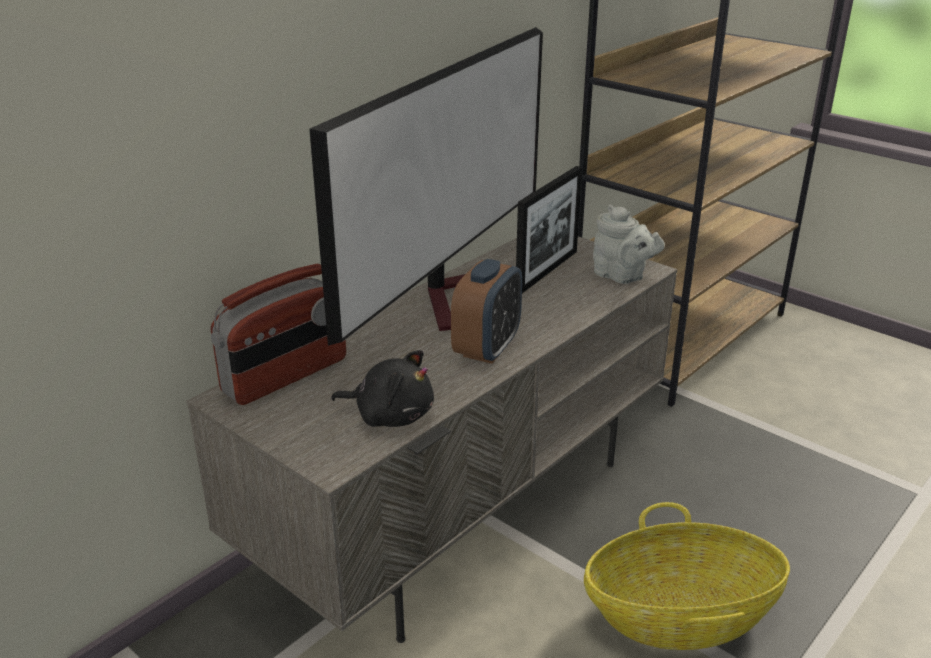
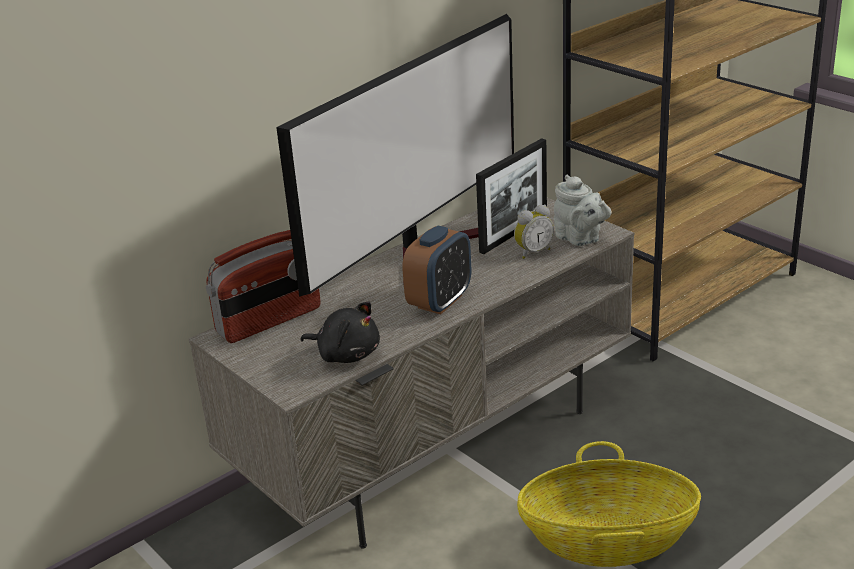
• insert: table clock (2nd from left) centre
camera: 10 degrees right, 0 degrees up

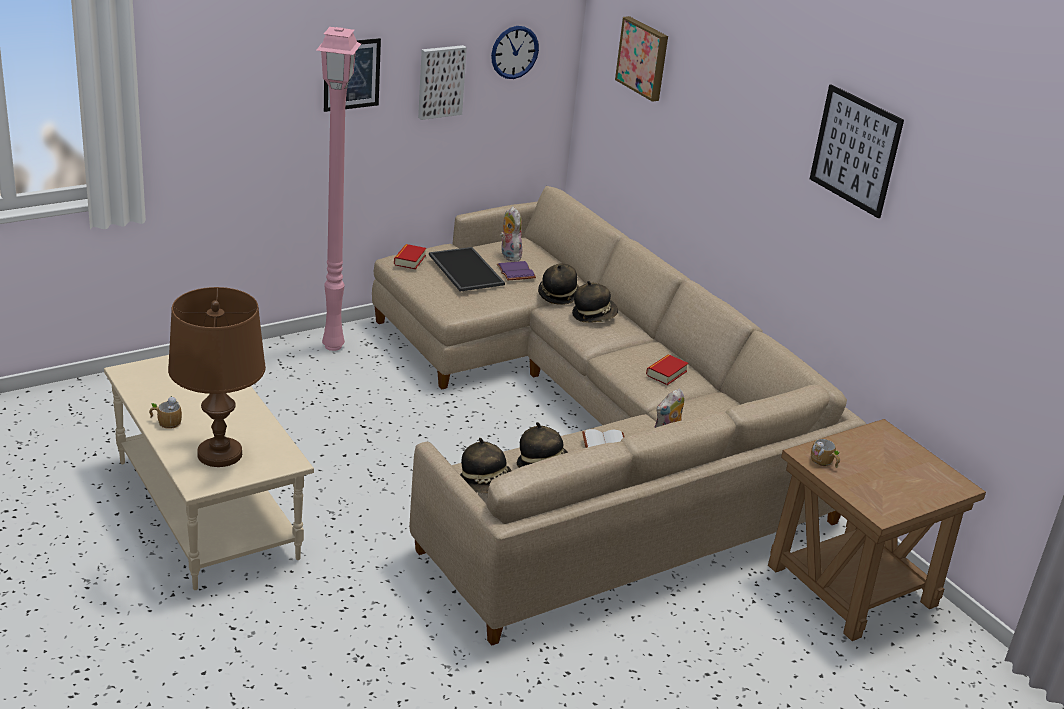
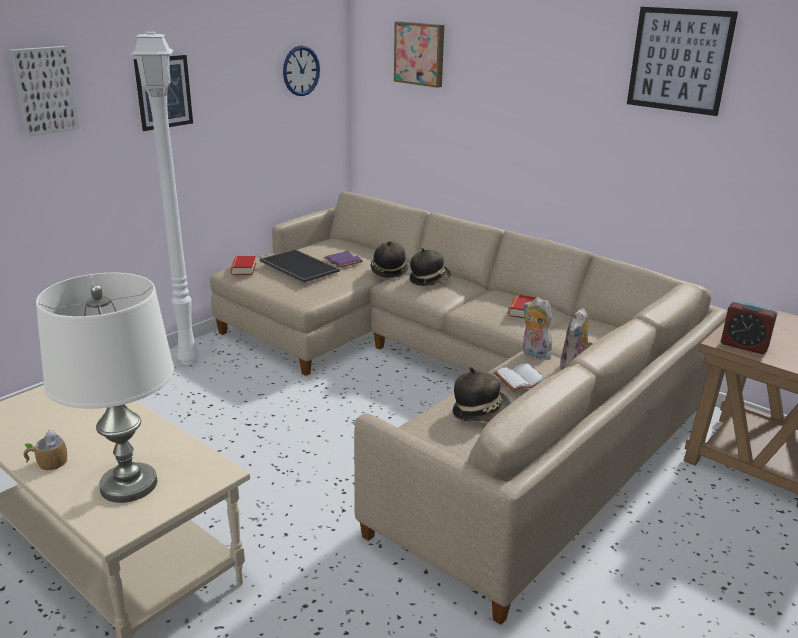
• recolor: table lamp in brown middle left to table lamp in whitish middle left
• recolor: standing lamp in pink top left to standing lamp in whitish top left
• move: picture (2nd from left in the first image) top centre to picture (1st from left) top left
• delete: clothing hat (1st from left) centre
• move: plush toy (1st from left) top centre to middle right
• replace: tea mug (2nd from left) middle right to table clock middle right
camera: 15 degrees left, 5 degrees down

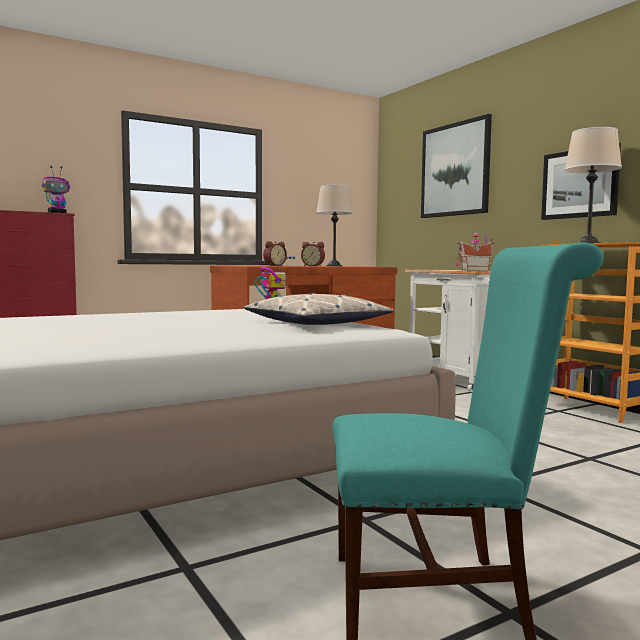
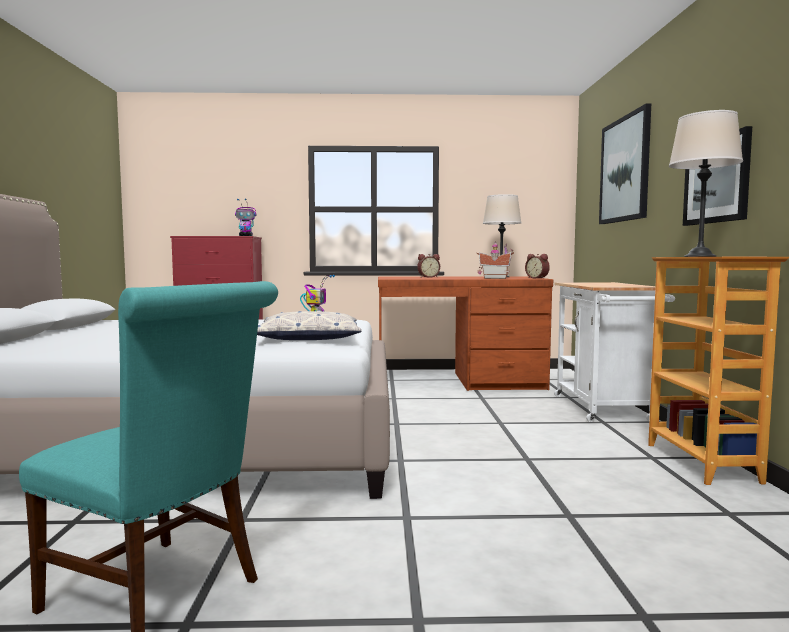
• move: table clock (2nd from left) centre to middle right
• move: toy house middle right to centre
camera: 30 degrees right, 0 degrees up

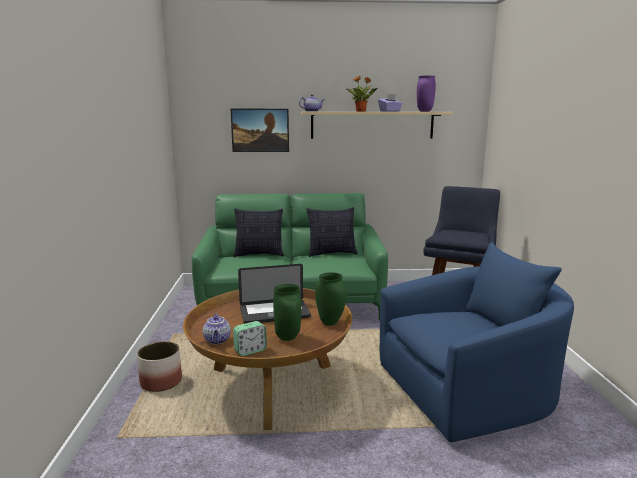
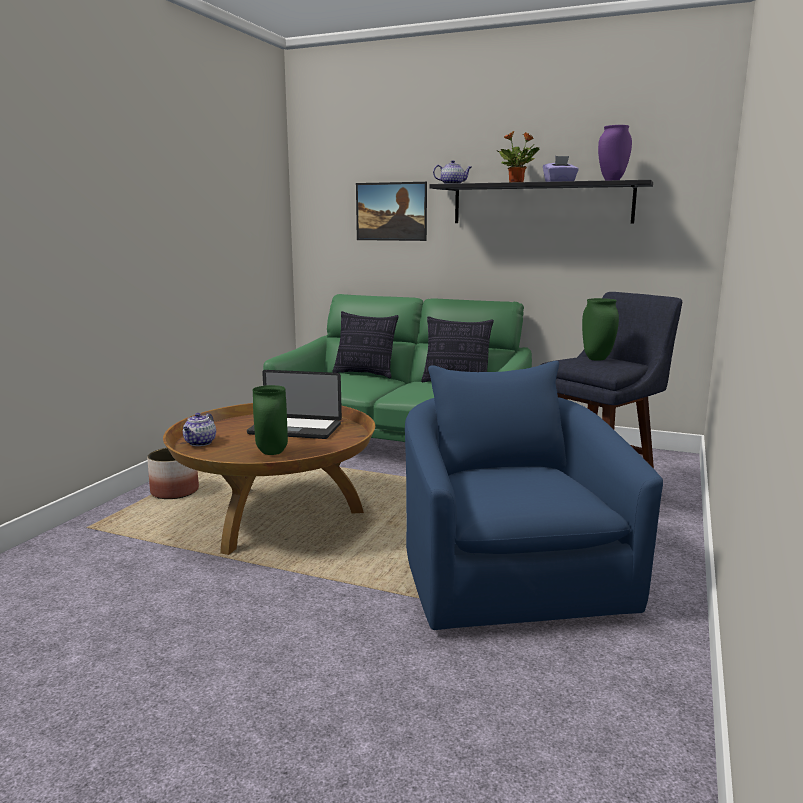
• delete: table clock bottom centre
• recolor: shelf in beige-coloured top centre to shelf in blackish top right
• move: decorative vase in green-coloured (2nd from left) centre to middle right
• rotate: easy chair in bluish bottom right = centre 105 degrees counterclockwise
camera: 25 degrees right, 0 degrees up

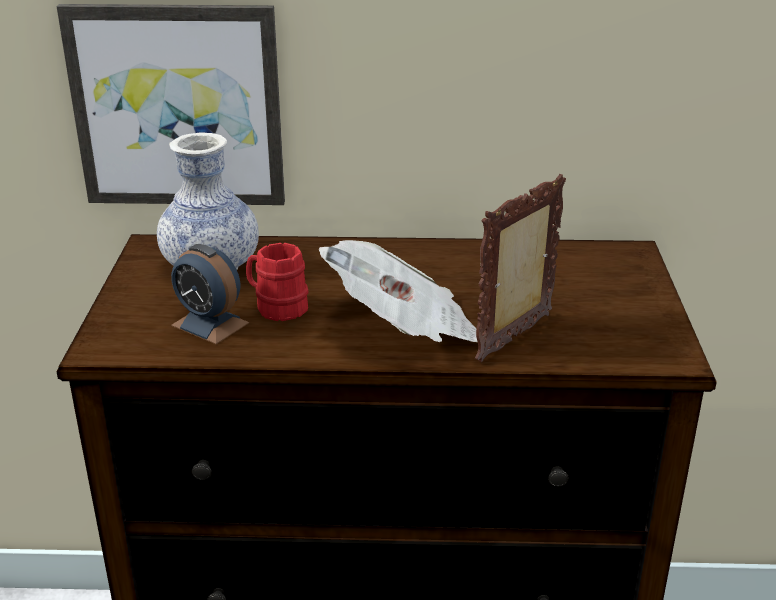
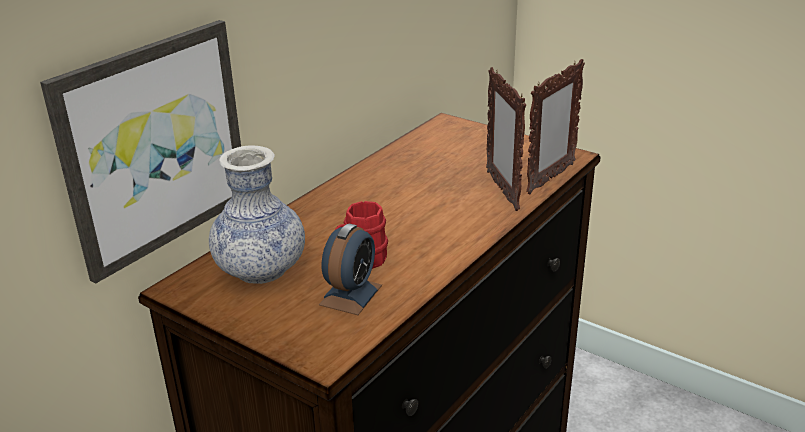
• rotate: table clock middle left = centre 45 degrees counterclockwise
• delete: newspaper centre
• insert: photo frame (2nd from left) top right
camera: 55 degrees left, 0 degrees up

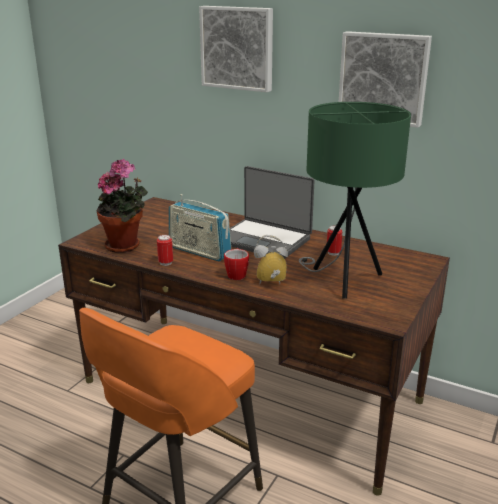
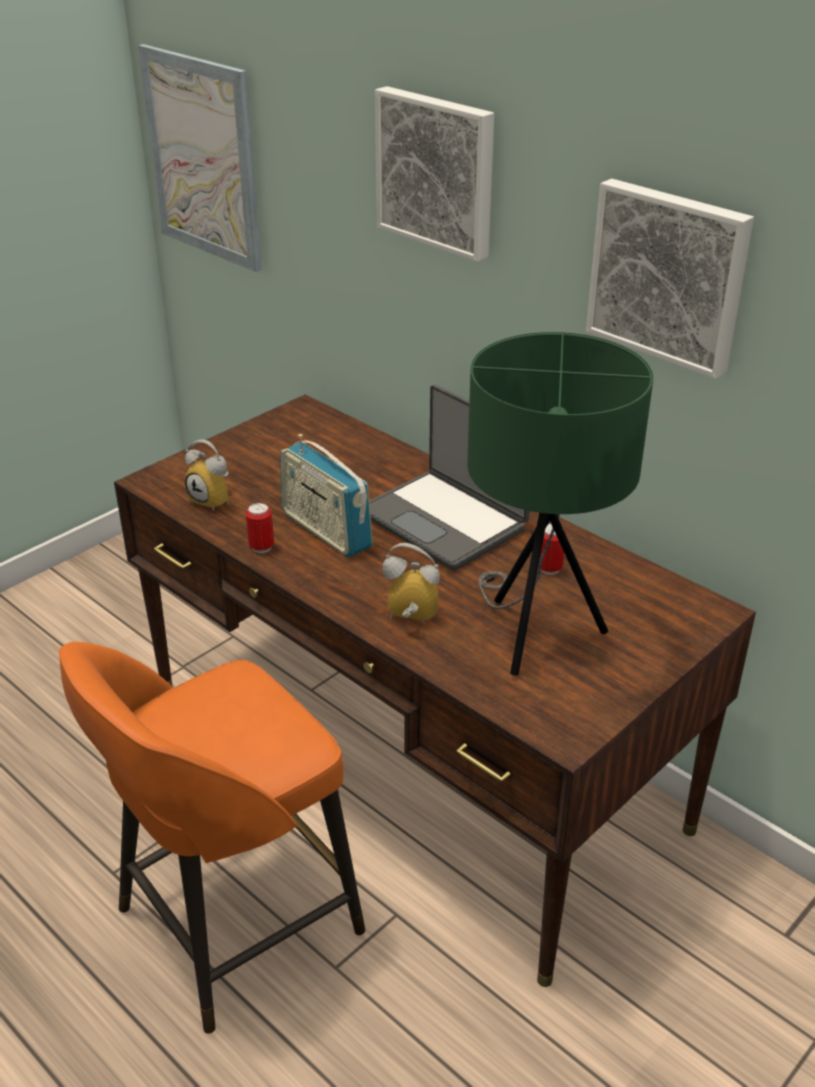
• replace: potted plant middle left to table clock (1st from left) middle left
• delete: tea mug centre
• insert: picture (1st from left) top left
camera: 15 degrees right, 10 degrees up

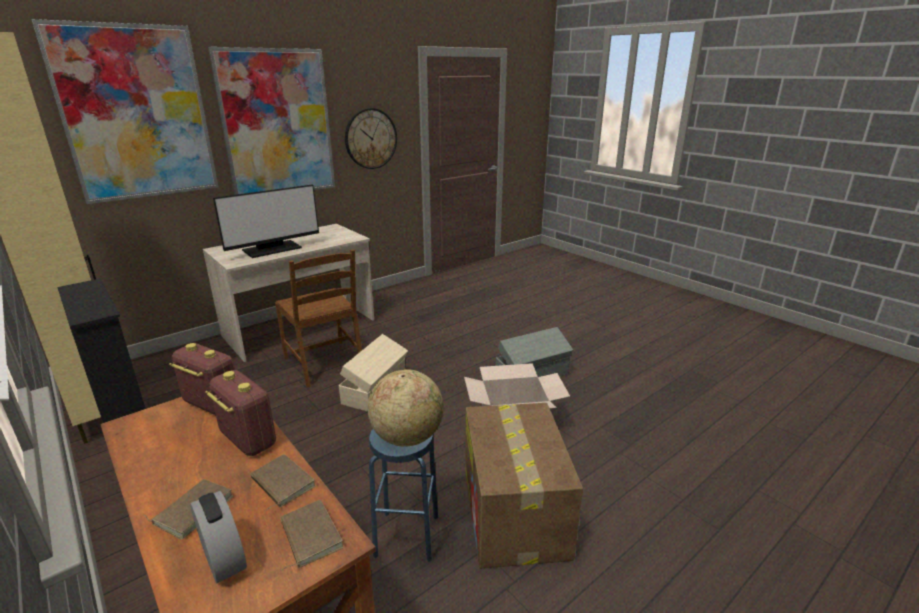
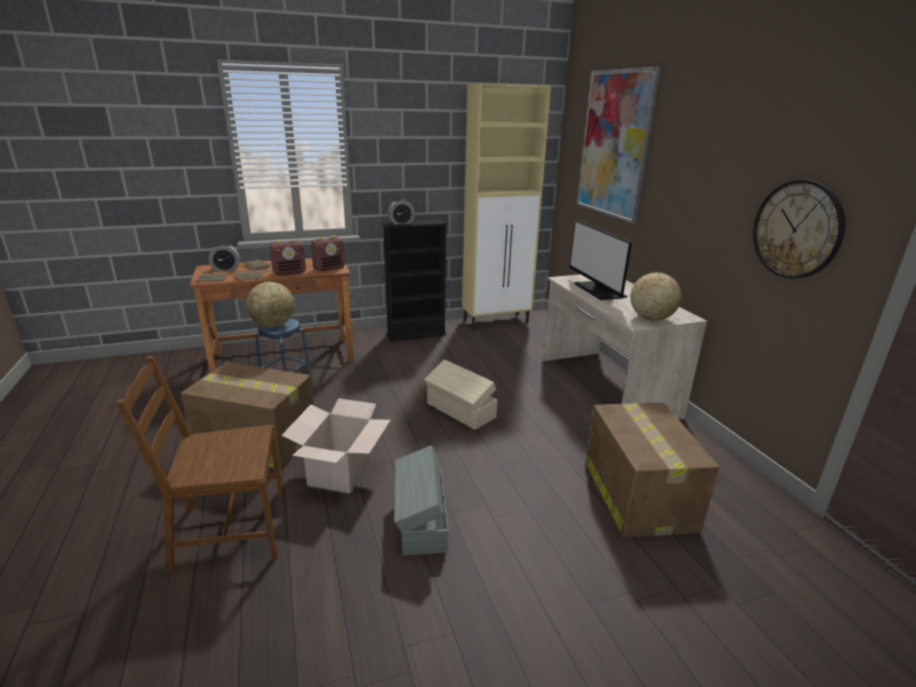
• delete: picture (2nd from left) top left
• move: plain chair in brown centre to bottom left
• insert: table clock (2nd from left) top centre
• insert: cardboard box (3rd from left) bottom right
• insert: globe (2nd from left) middle right
camera: 110 degrees right, 0 degrees up

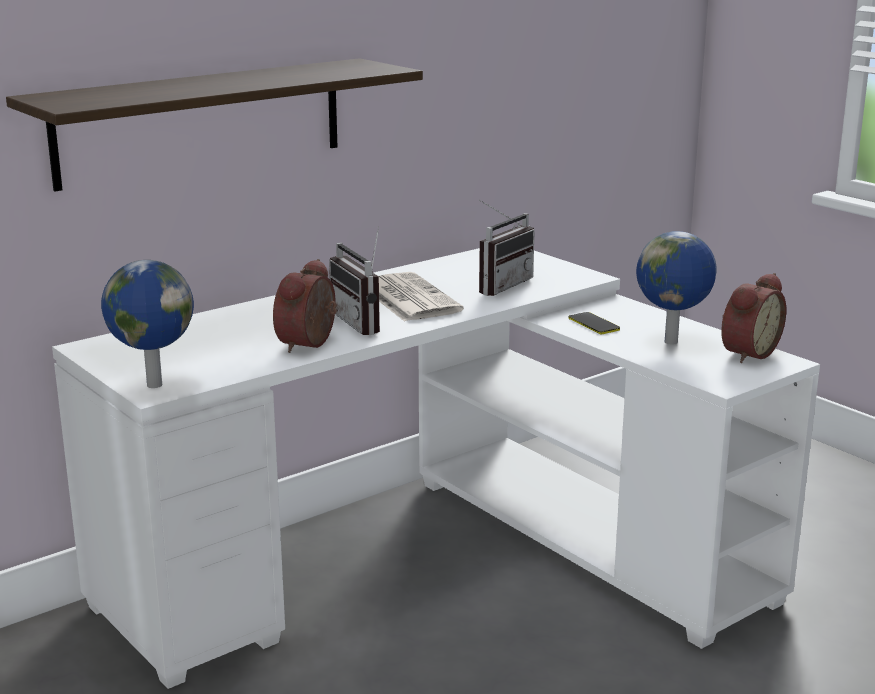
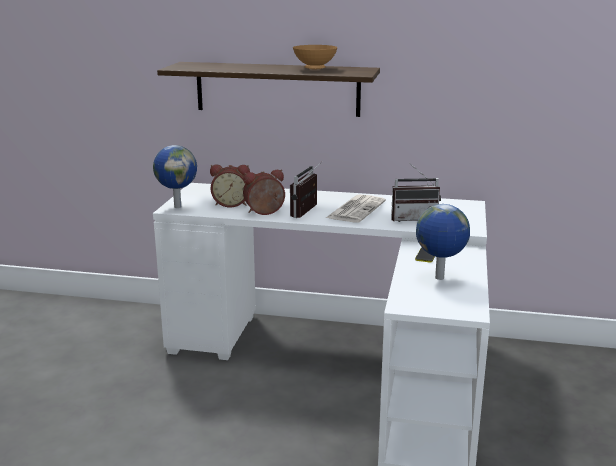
• move: table clock (2nd from left in the first image) middle right to table clock (1st from left) centre
• insert: bowl in brown top centre
camera: 50 degrees right, 0 degrees up

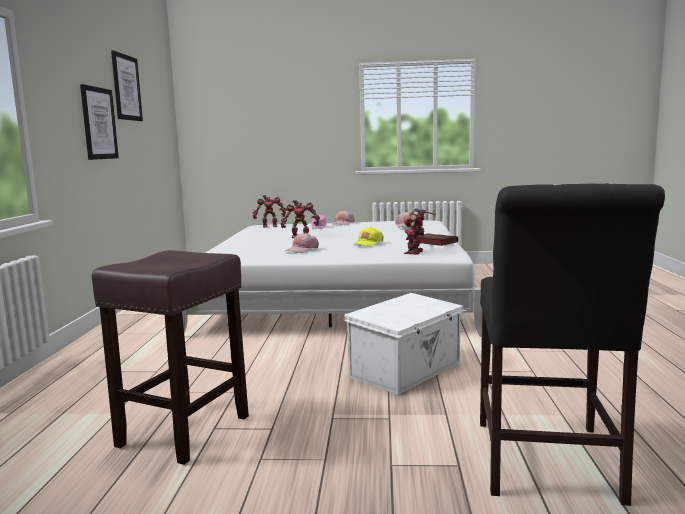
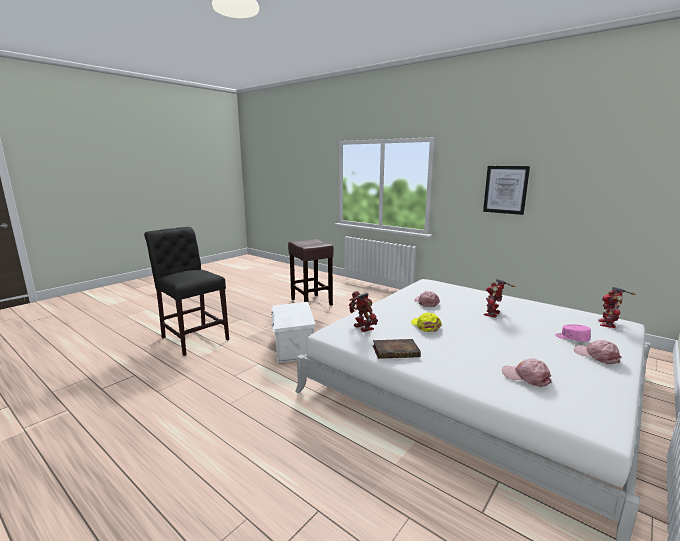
• delete: picture (2nd from left) top left
camera: 125 degrees right, 5 degrees up

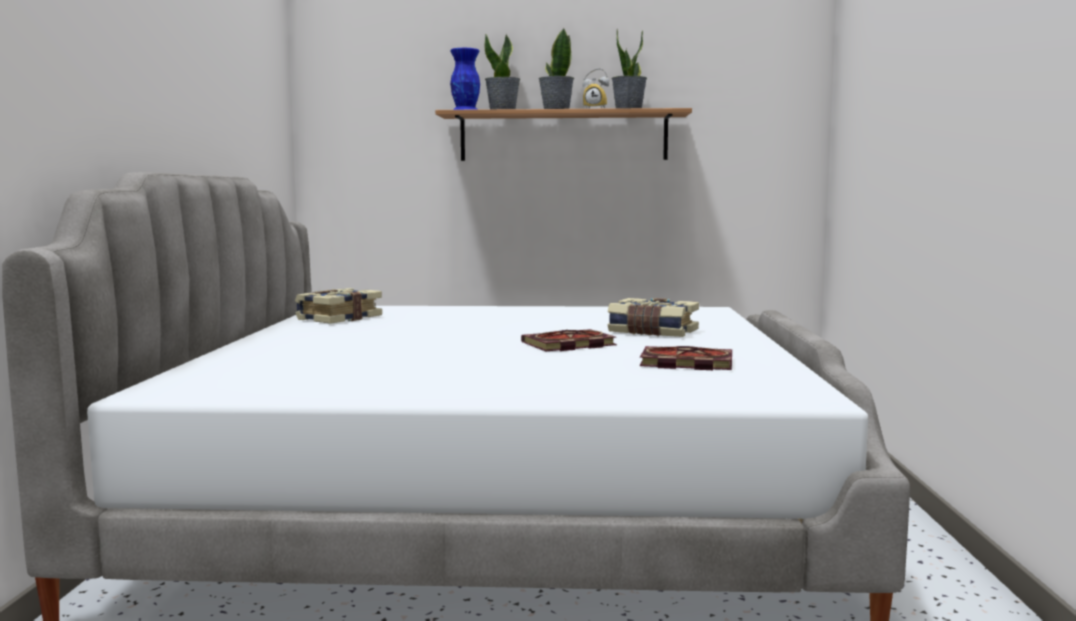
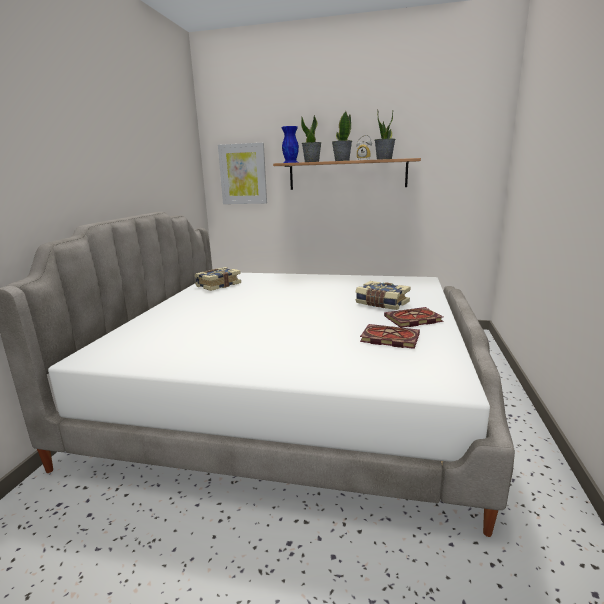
• move: bound book (2nd from left in the first image) centre to bound book (4th from left) middle right
• insert: picture top centre
camera: 10 degrees right, 10 degrees up

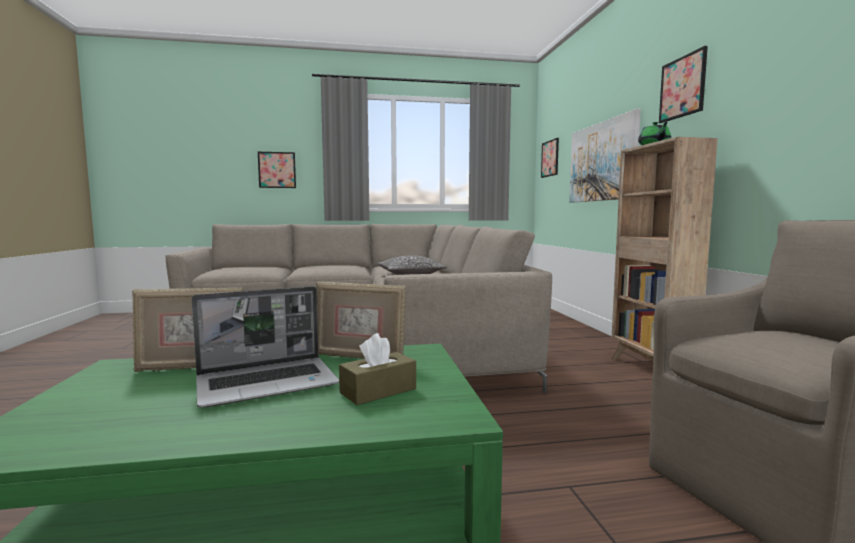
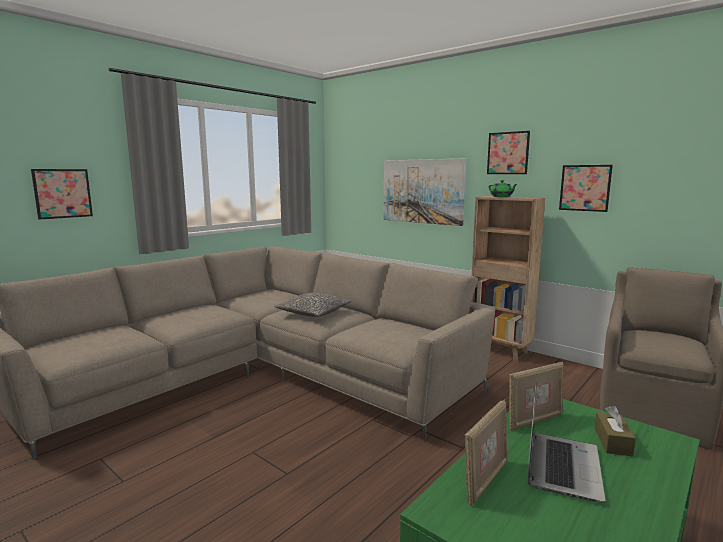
• move: picture (2nd from left in the first image) top centre to picture (4th from left) middle right
camera: 40 degrees left, 5 degrees up

